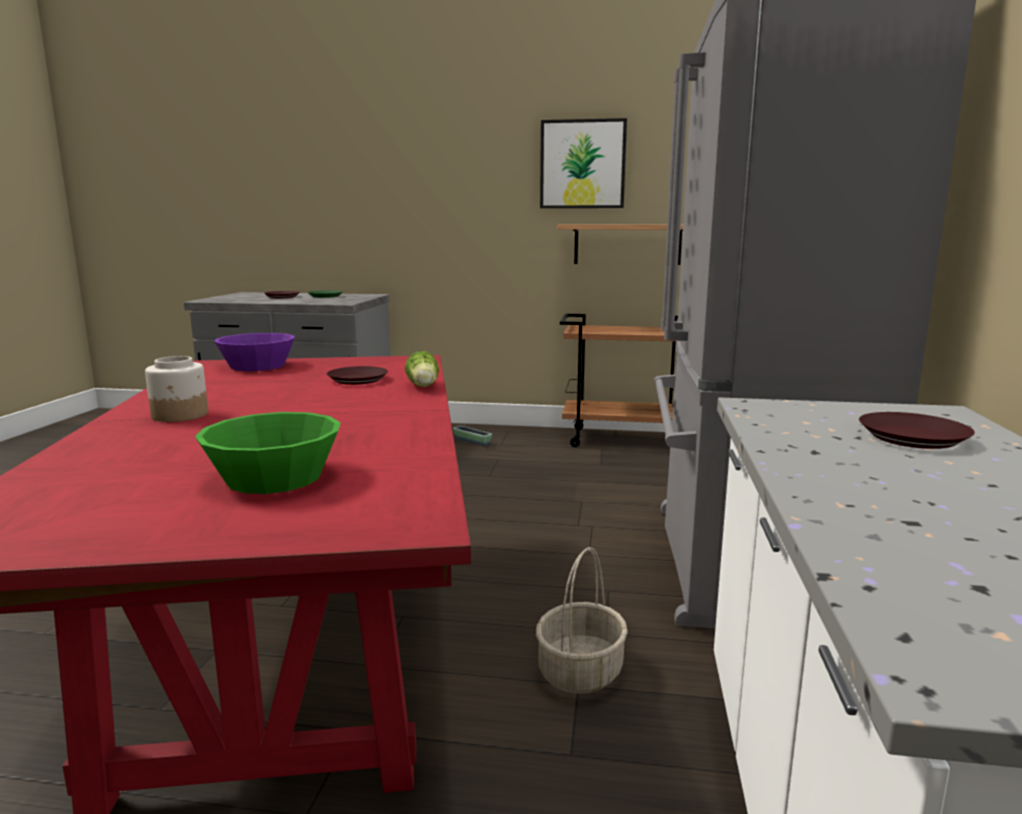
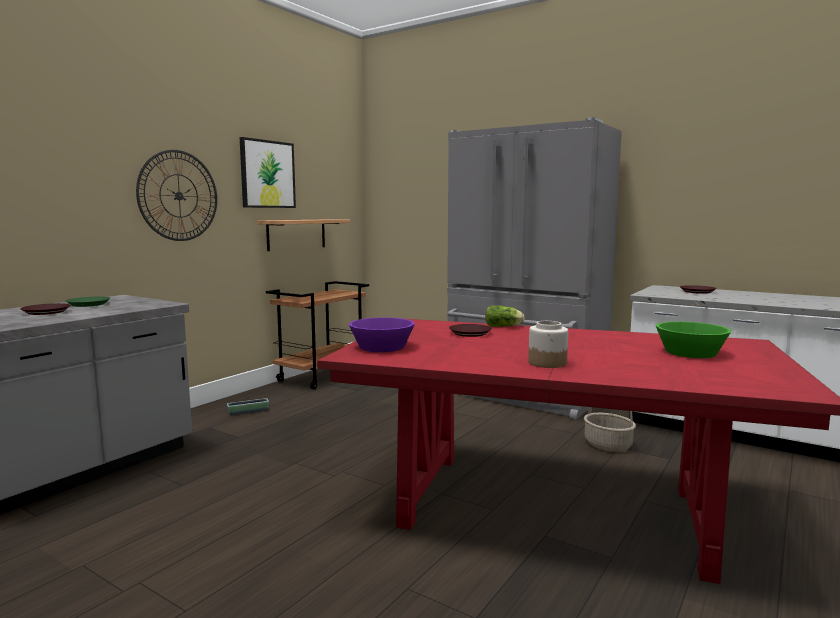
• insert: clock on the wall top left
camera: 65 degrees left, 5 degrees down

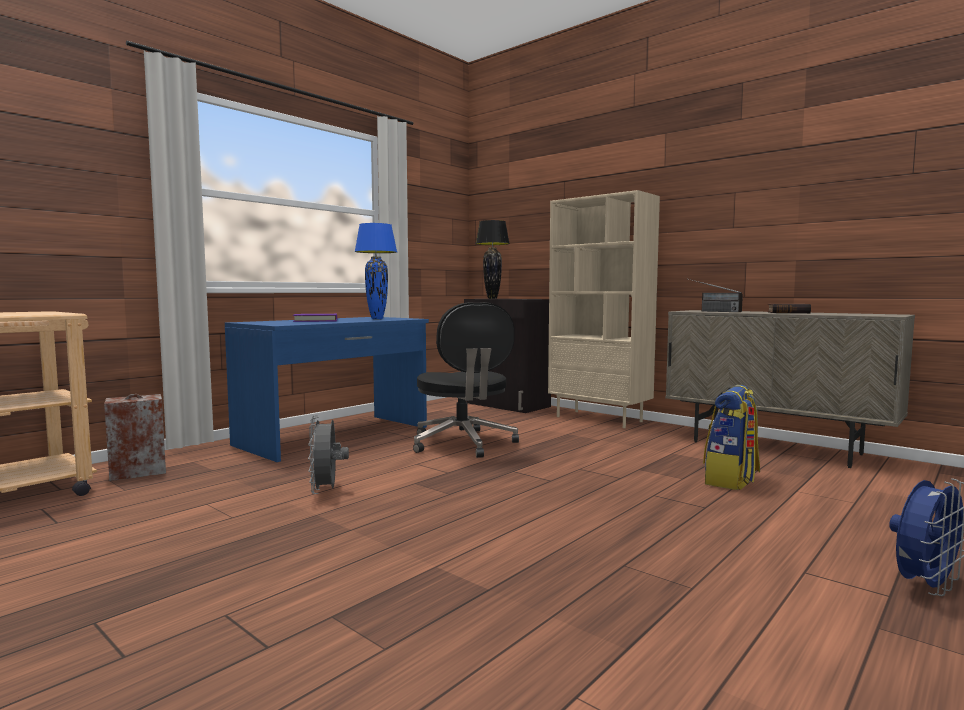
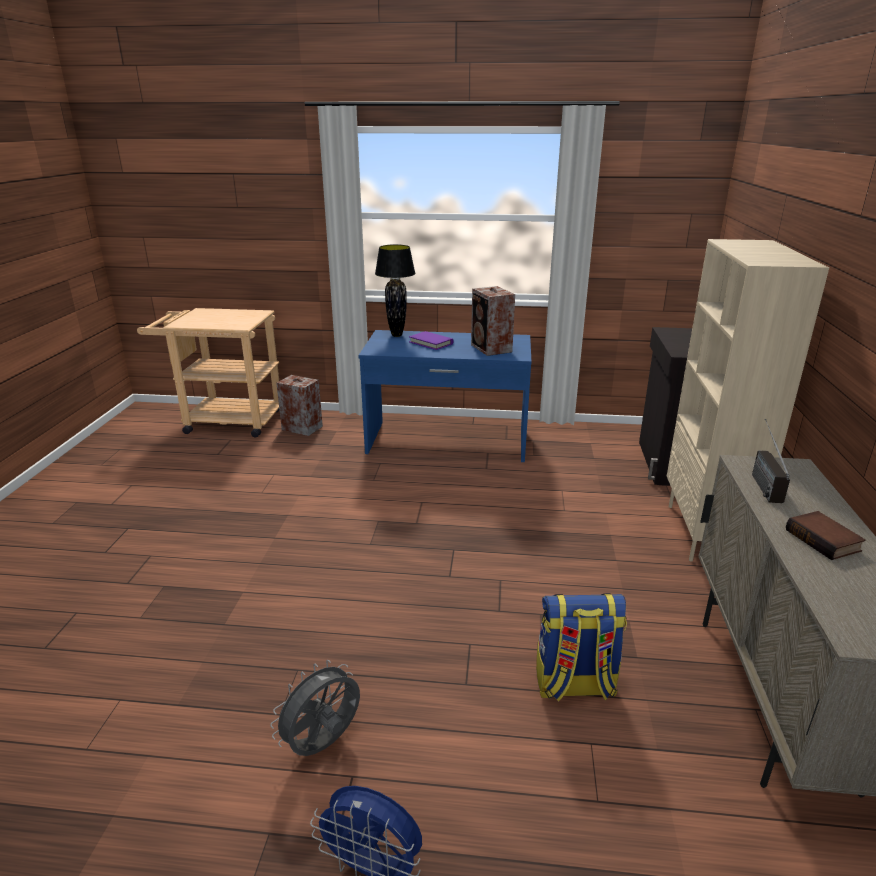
• move: fan in grey centre to bottom centre
• replace: table lamp in bluish centre to speaker (2nd from left) centre
• delete: desk chair in blackish centre
• move: table lamp in blackish centre to top centre
camera: 55 degrees right, 20 degrees up

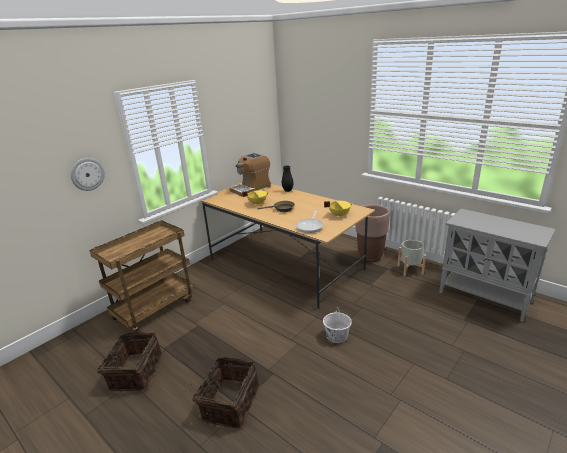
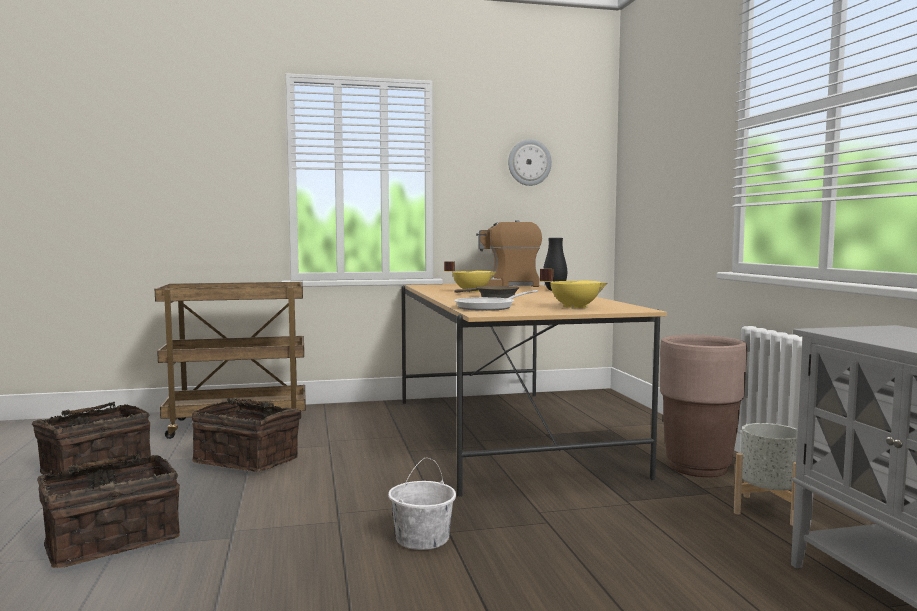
• move: clock on the wall middle left to top centre
• insert: storage basket (3rd from left) bottom left
camera: 35 degrees right, 20 degrees down

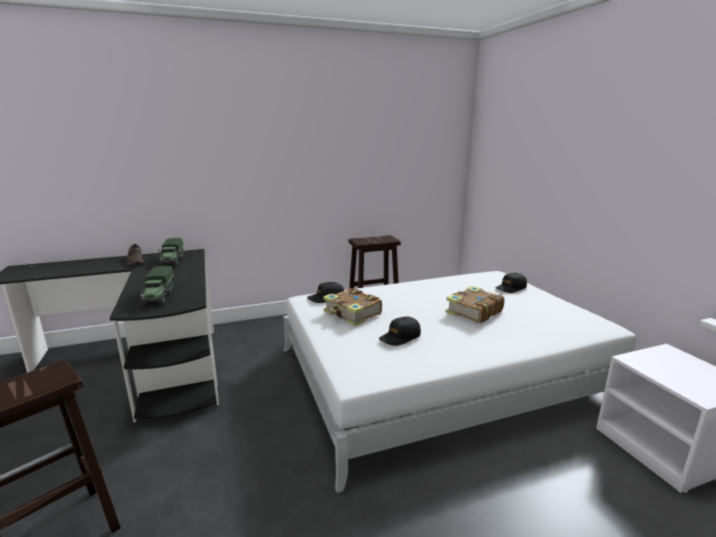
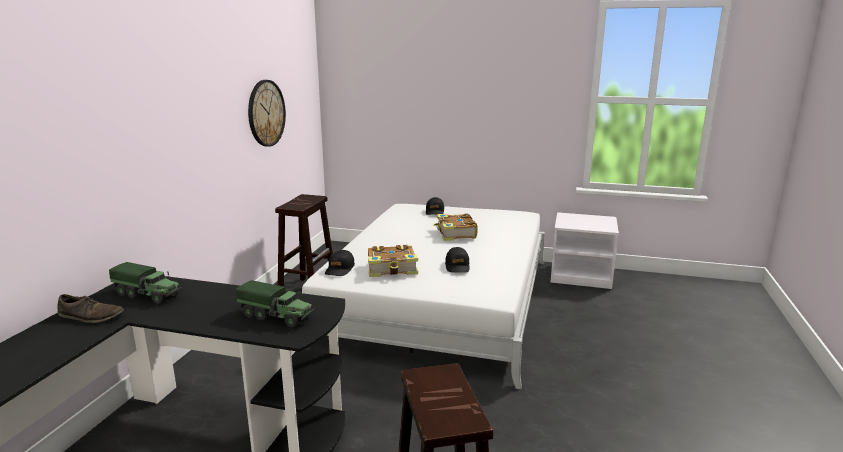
• insert: clock on the wall top left
camera: 55 degrees left, 0 degrees up

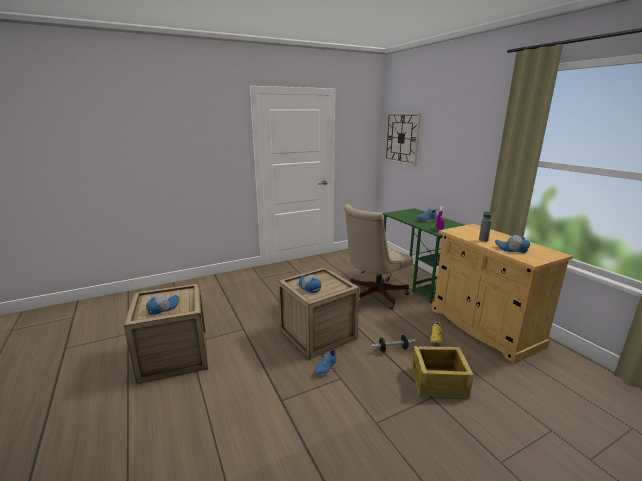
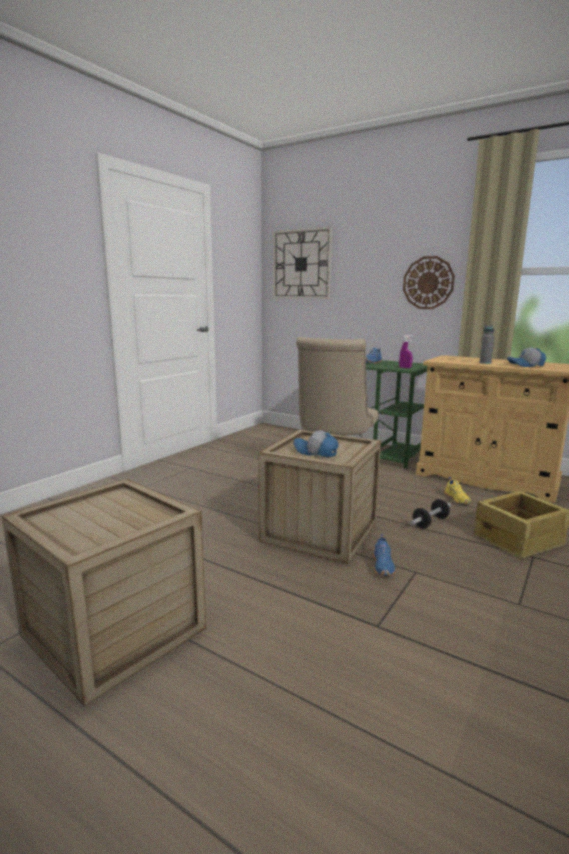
• delete: cap (1st from left) middle left
• insert: clock on the wall (2nd from left) top right
camera: 30 degrees left, 5 degrees down

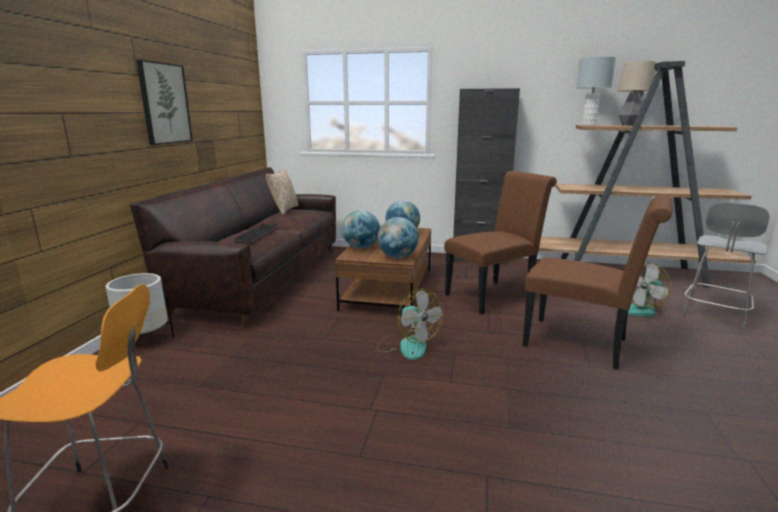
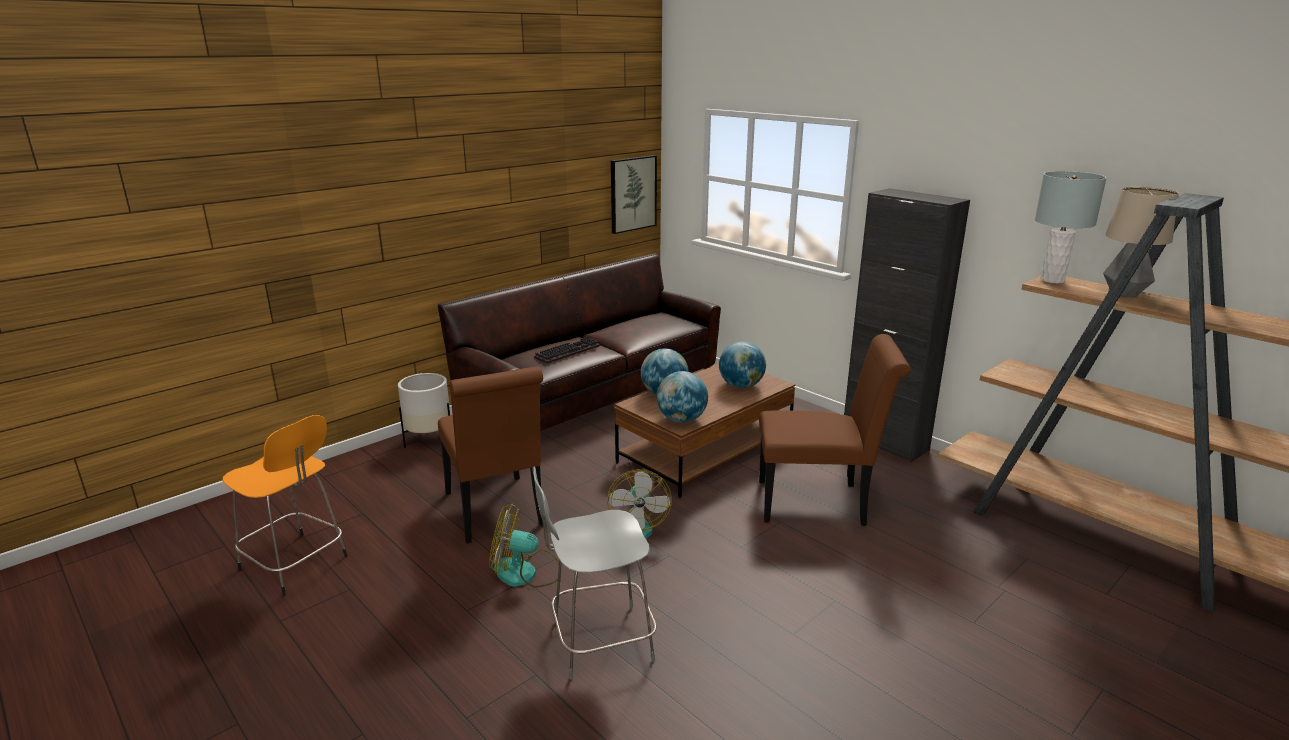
• move: picture top left to top centre
• delete: pillow centre
• move: plain chair in brown (2nd from left in the first image) middle right to plain chair in brown (1st from left) centre
• move: fan (2nd from left in the first image) middle right to fan (1st from left) bottom centre
• move: plain chair in grey middle right to bottom centre
camera: 35 degrees right, 5 degrees up

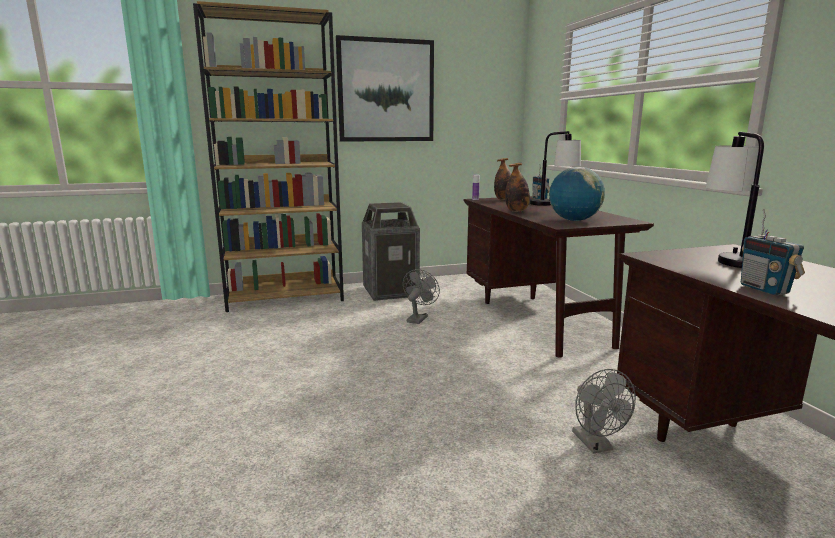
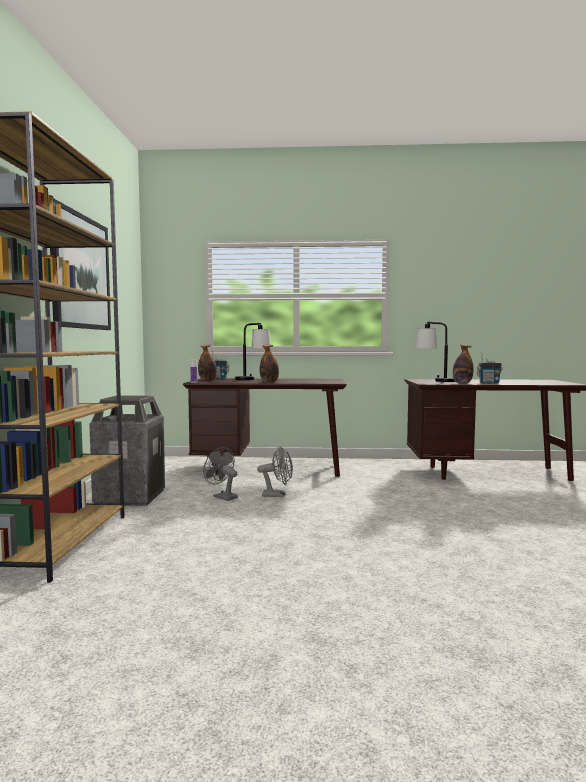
• delete: globe middle right
• move: fan in grey (2nd from left) bottom right to centre
• insert: bottle (4th from left) middle right
camera: 70 degrees left, 10 degrees down

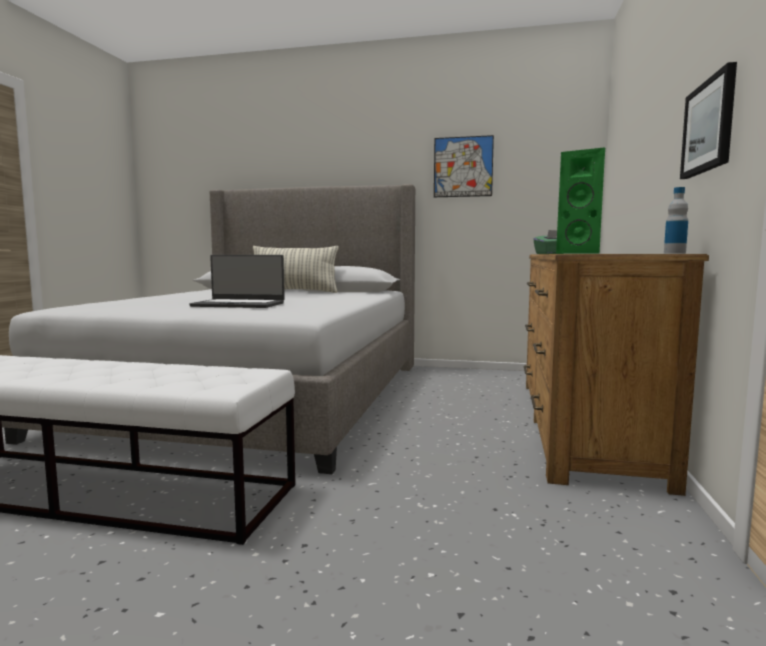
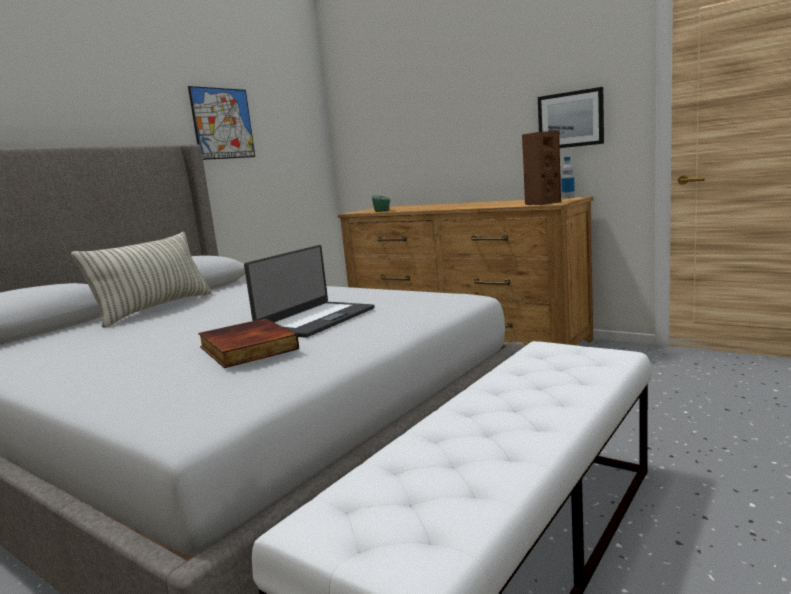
• recolor: speaker in green-coloured top right to speaker in brown top right
• insert: bound book middle left
camera: 65 degrees left, 5 degrees up

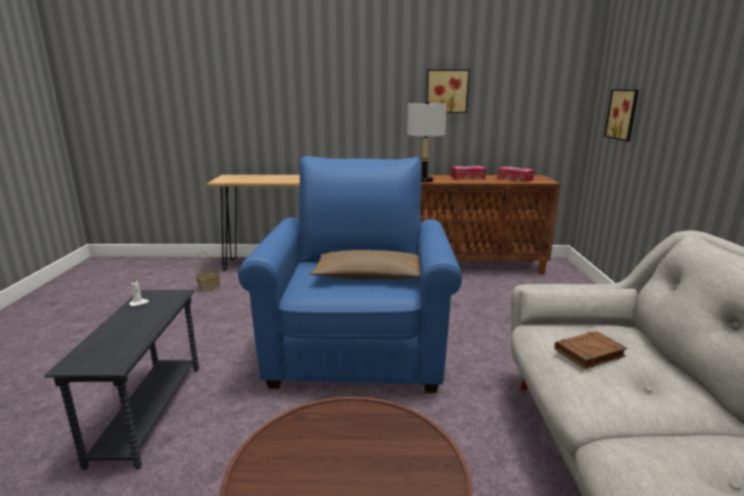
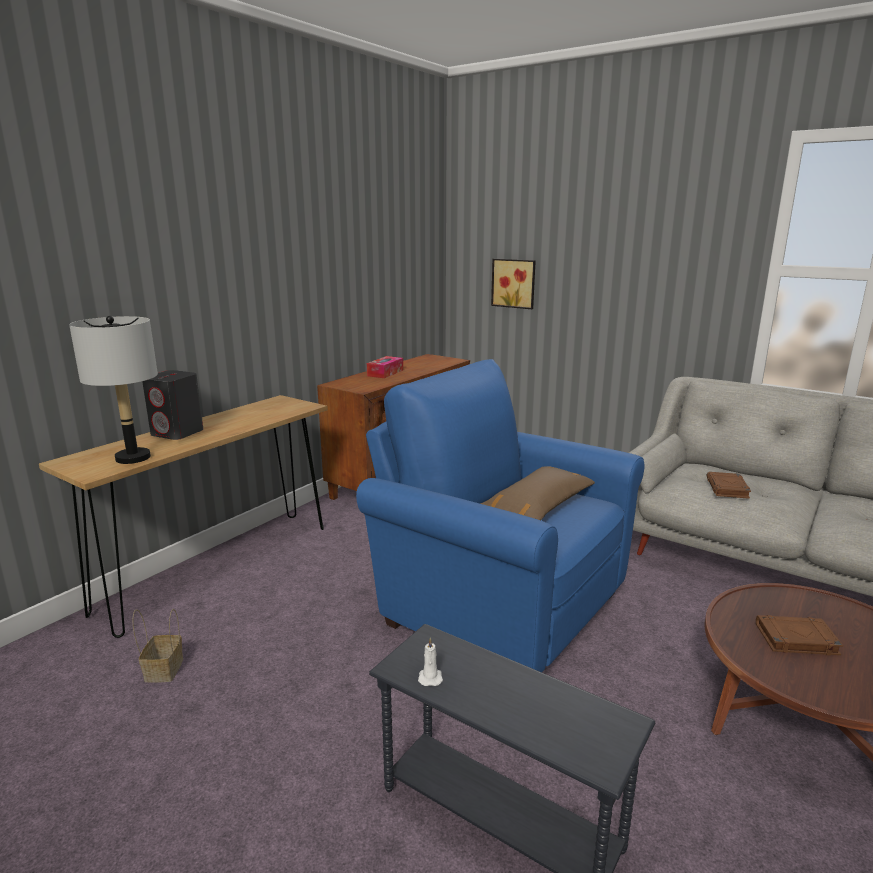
• move: table lamp in grey top centre to middle left
• delete: picture (1st from left) top centre
• delete: tissue box (2nd from left) middle right
• insert: speaker in grey middle left
• insert: bound book in brown (2nd from left) bottom right
camera: 55 degrees left, 0 degrees up

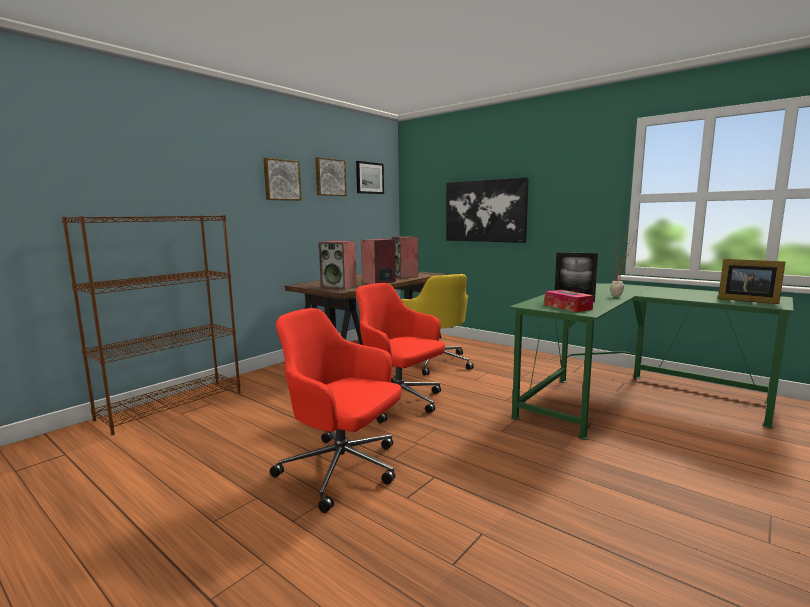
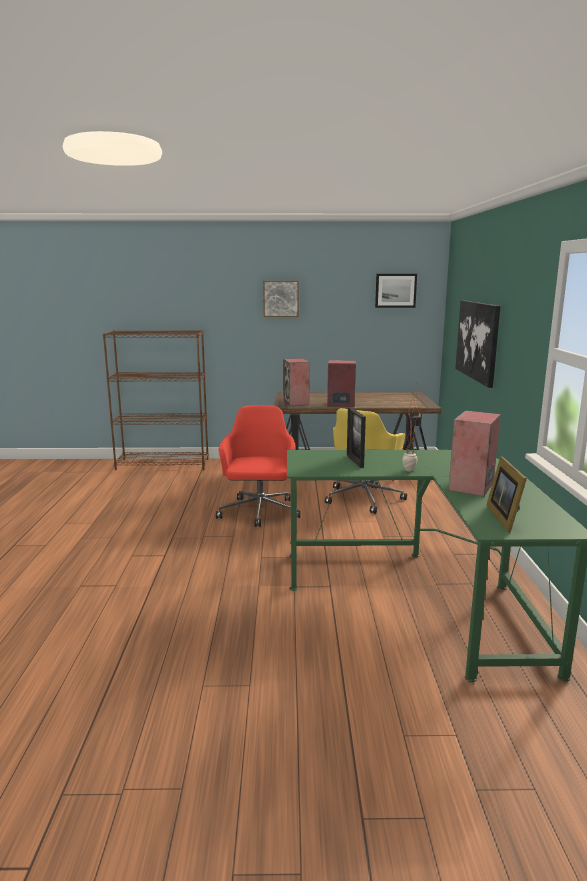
• delete: desk chair in reddish (1st from left) bottom centre
• delete: picture (2nd from left) top centre
• move: speaker (3rd from left) centre to middle right
• delete: tissue box middle right
camera: 50 degrees right, 5 degrees up

